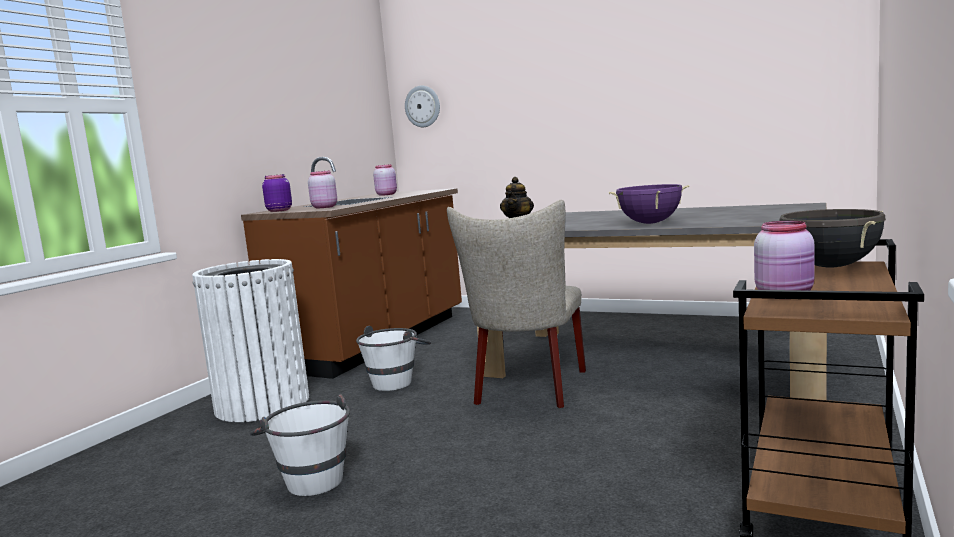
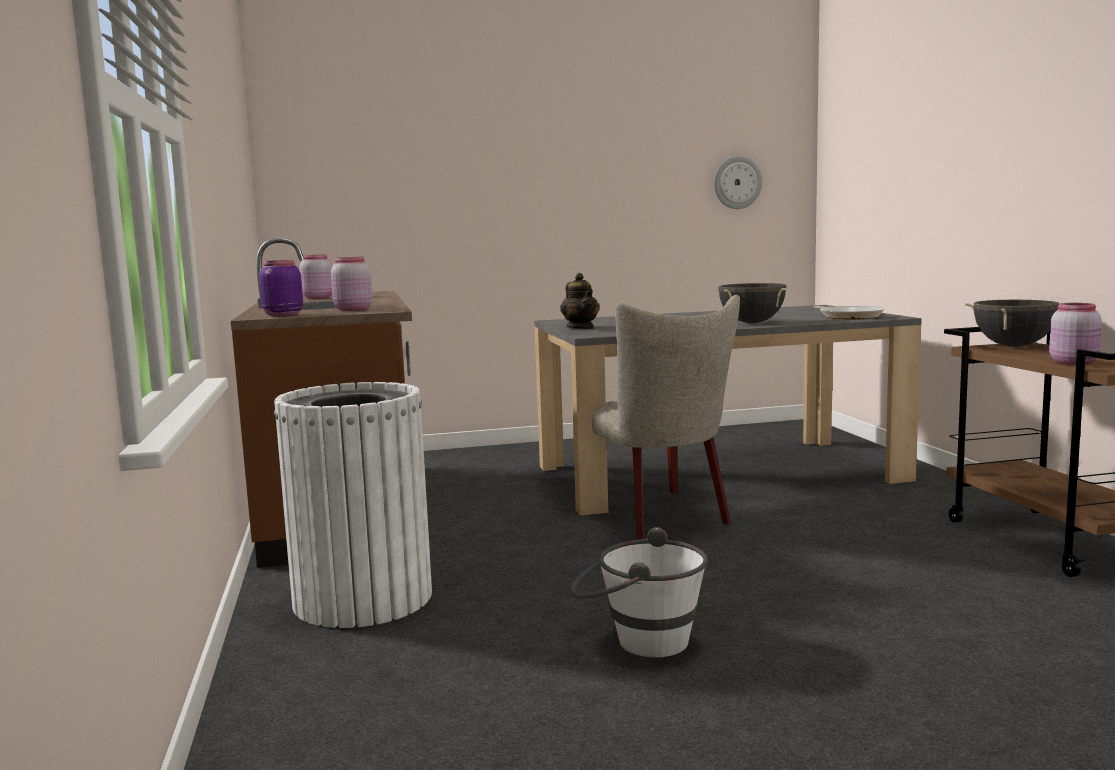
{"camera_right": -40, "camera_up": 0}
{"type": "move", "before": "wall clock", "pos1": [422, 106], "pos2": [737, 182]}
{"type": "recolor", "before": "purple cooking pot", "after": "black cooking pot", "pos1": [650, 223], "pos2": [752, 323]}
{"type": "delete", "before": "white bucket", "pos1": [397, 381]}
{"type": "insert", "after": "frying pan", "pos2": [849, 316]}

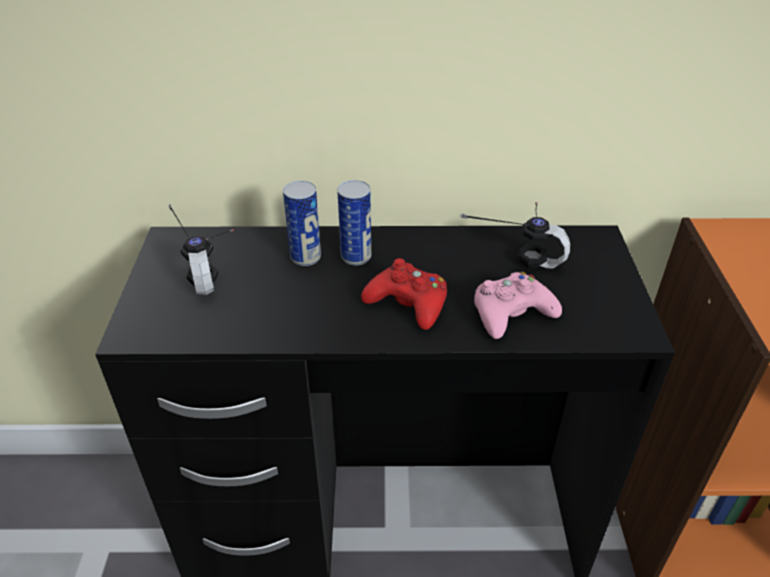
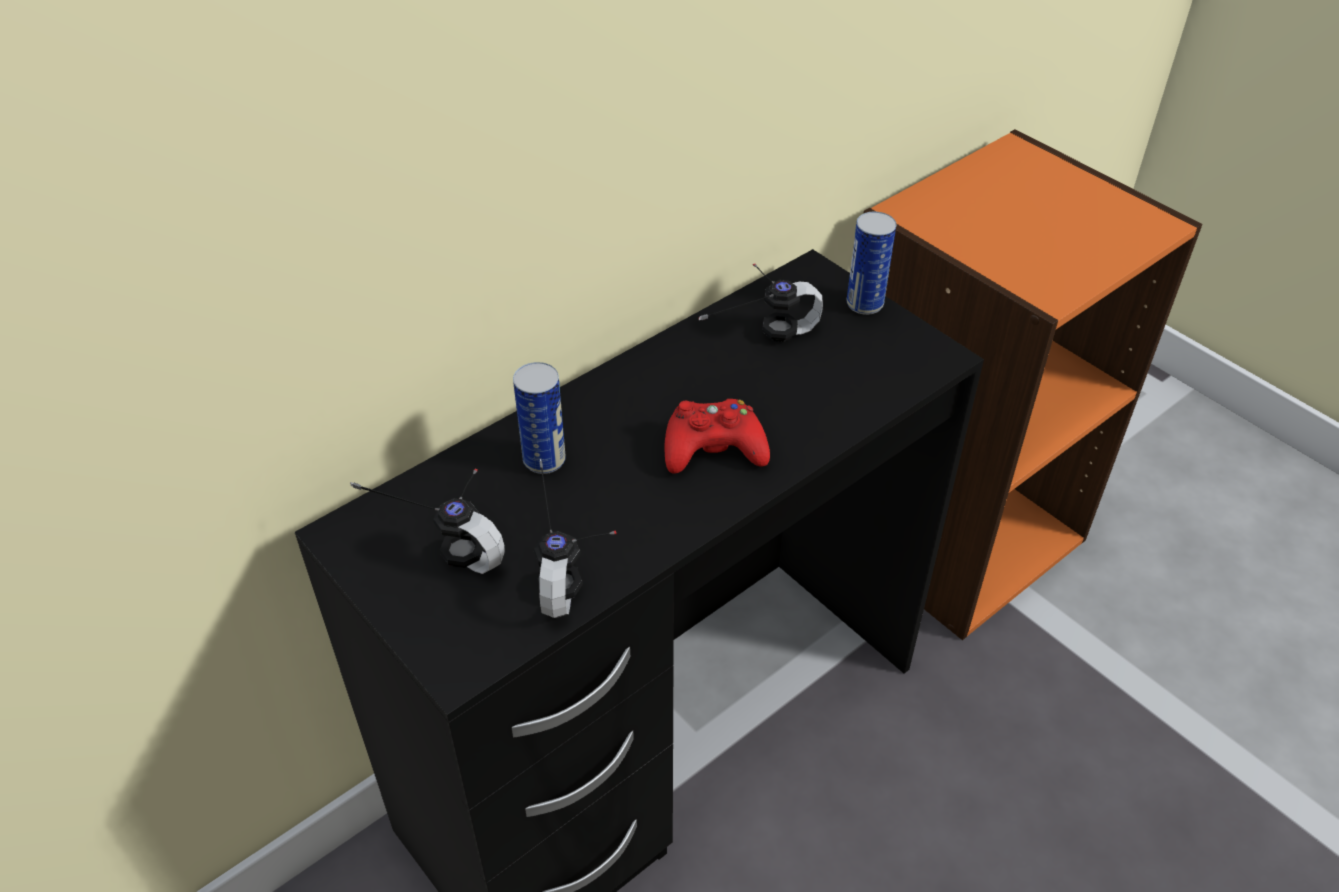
{"camera_right": -40, "camera_up": 5}
{"type": "move", "before": "can", "pos1": [356, 257], "pos2": [864, 304]}
{"type": "delete", "before": "pink game controller", "pos1": [511, 313]}
{"type": "insert", "after": "headphones", "pos2": [577, 568]}

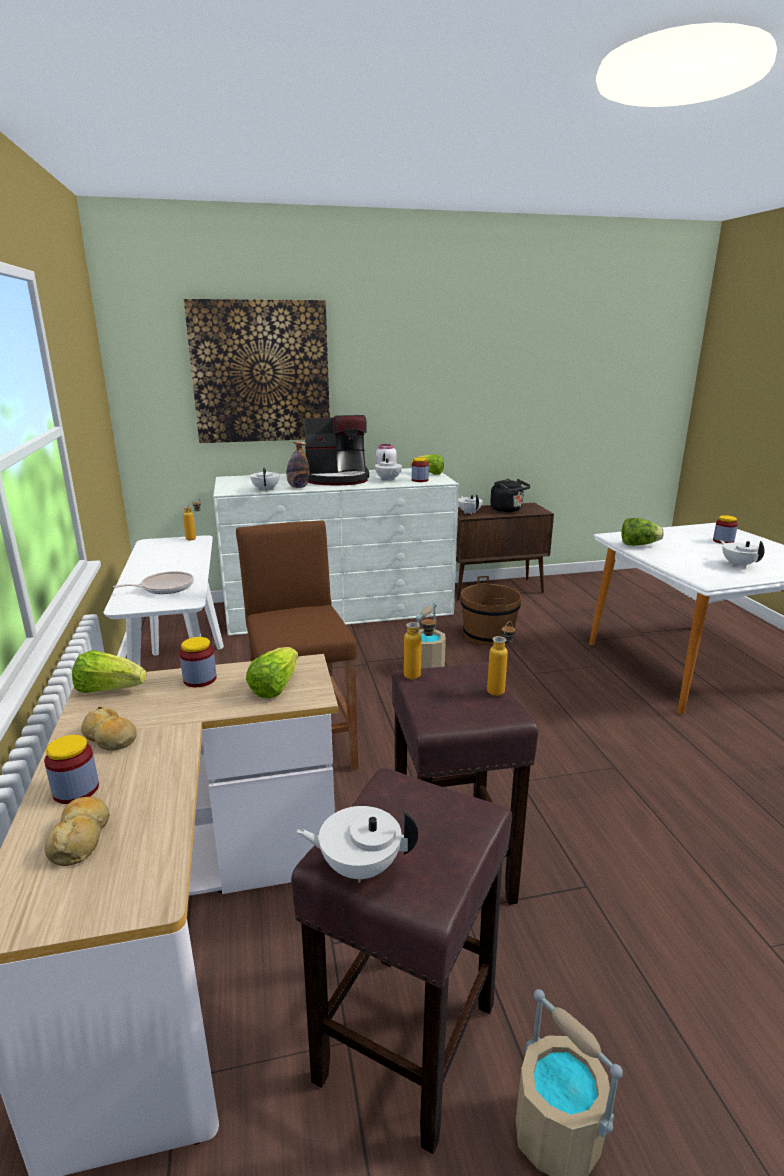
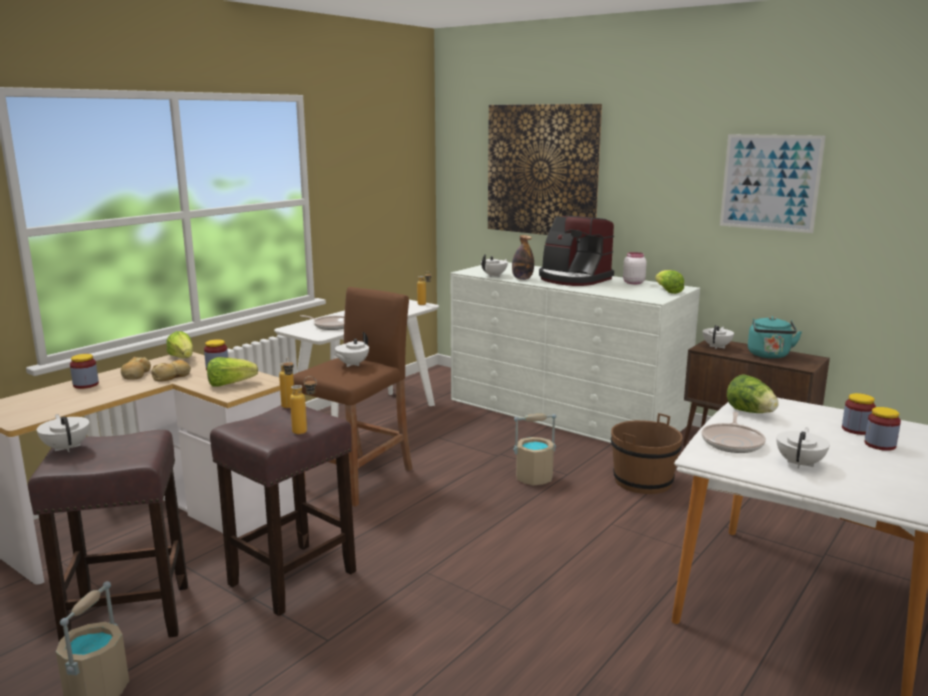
{"camera_right": 50, "camera_up": -5}
{"type": "move", "before": "white teapot", "pos1": [388, 480], "pos2": [352, 364]}
{"type": "move", "before": "jar", "pos1": [420, 480], "pos2": [856, 429]}
{"type": "recolor", "before": "black kettle", "after": "turquoise kettle", "pos1": [508, 510], "pos2": [769, 355]}
{"type": "move", "before": "bread", "pos1": [81, 838], "pos2": [172, 376]}
{"type": "insert", "after": "picture", "pos2": [770, 182]}
{"type": "insert", "after": "frying pan", "pos2": [733, 442]}

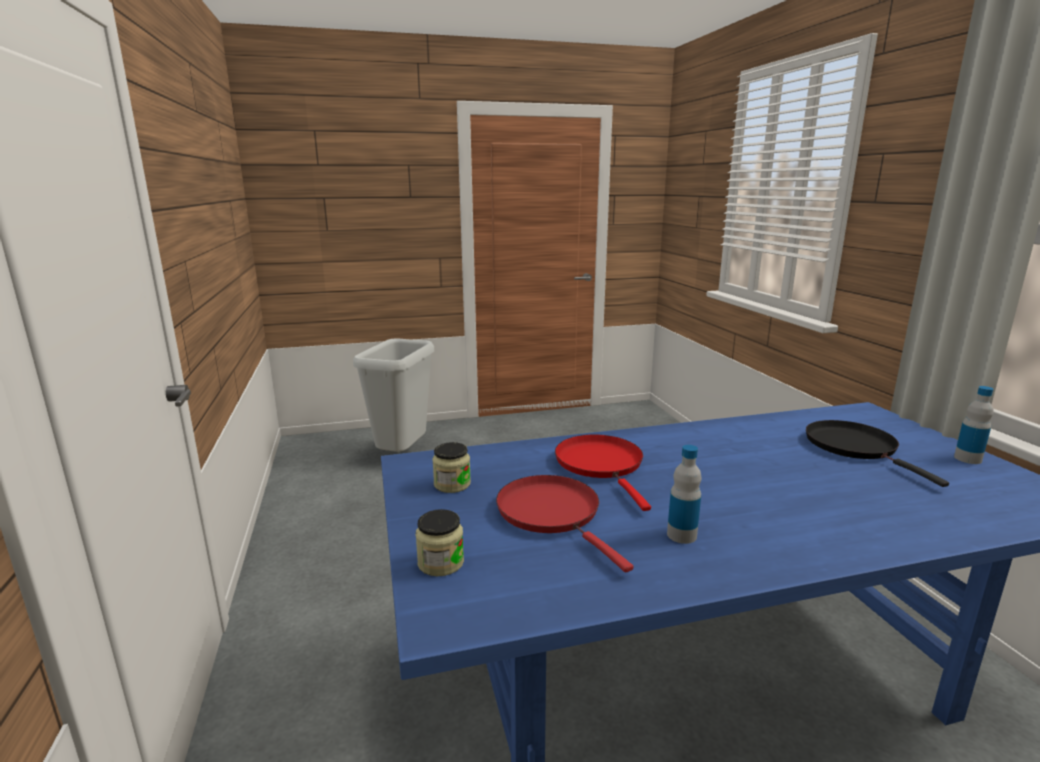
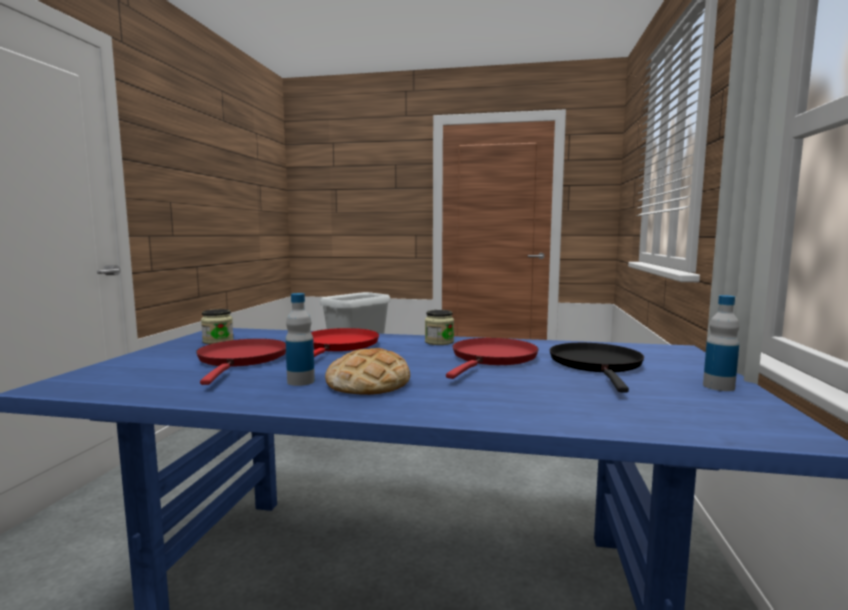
{"camera_right": 25, "camera_up": -10}
{"type": "move", "before": "jar", "pos1": [441, 563], "pos2": [439, 342]}
{"type": "insert", "after": "red frying pan", "pos2": [492, 358]}
{"type": "insert", "after": "bread", "pos2": [369, 383]}

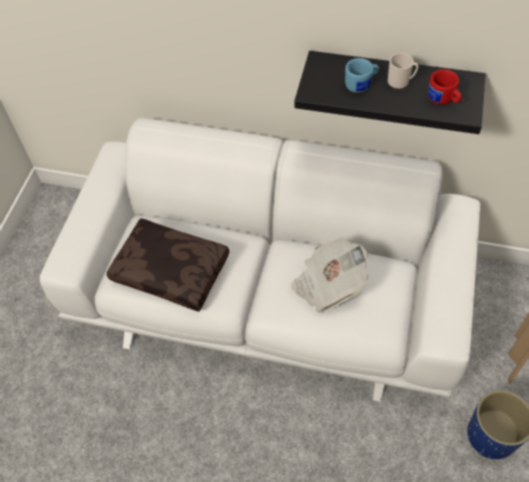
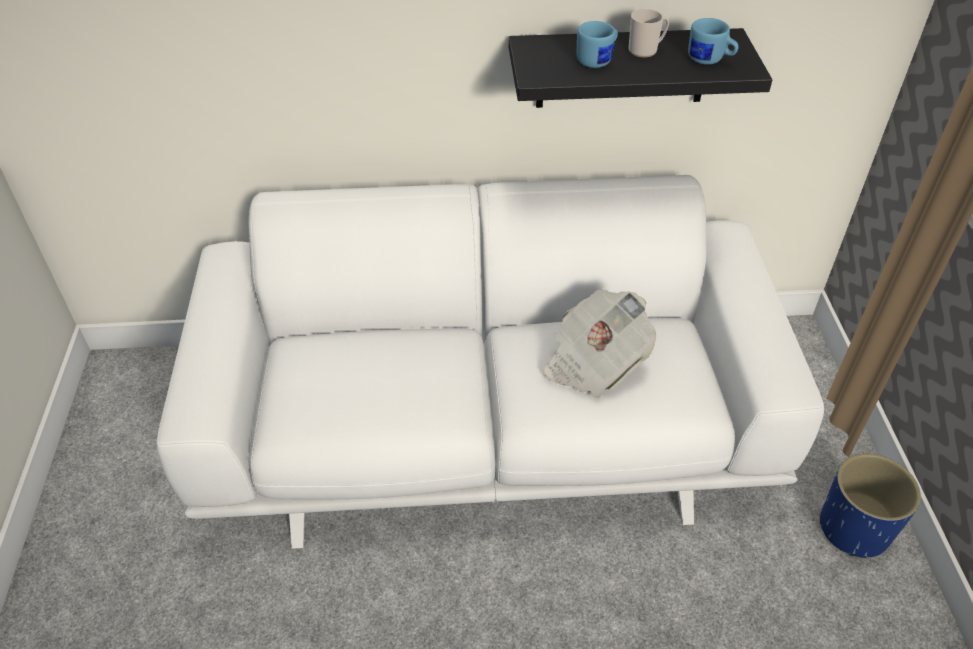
{"camera_right": -20, "camera_up": -10}
{"type": "recolor", "before": "red mug", "after": "blue mug", "pos1": [443, 100], "pos2": [710, 60]}
{"type": "delete", "before": "brown pillow", "pos1": [172, 270]}

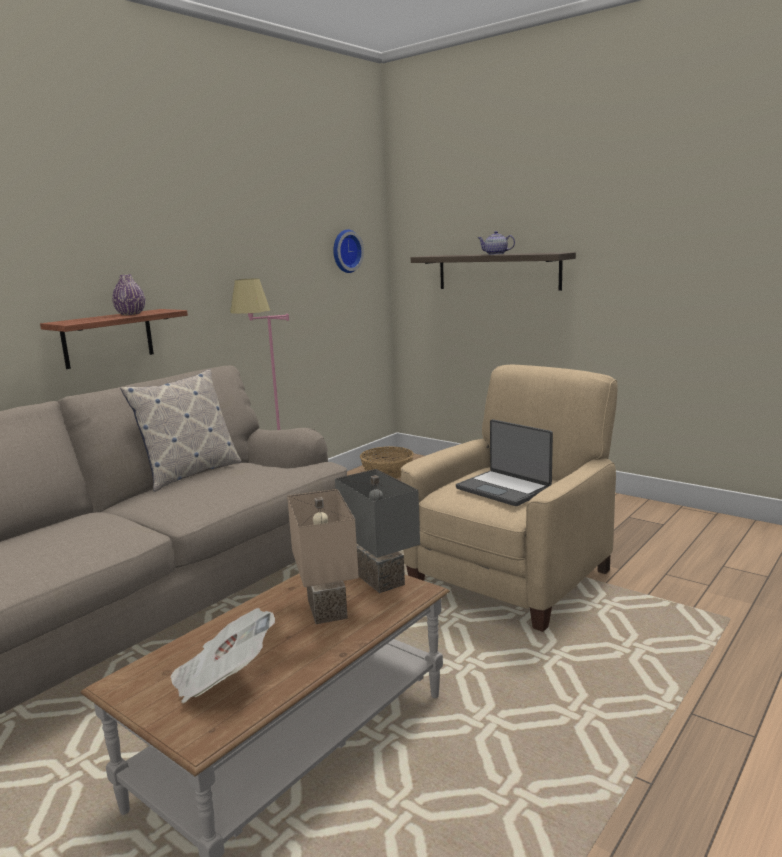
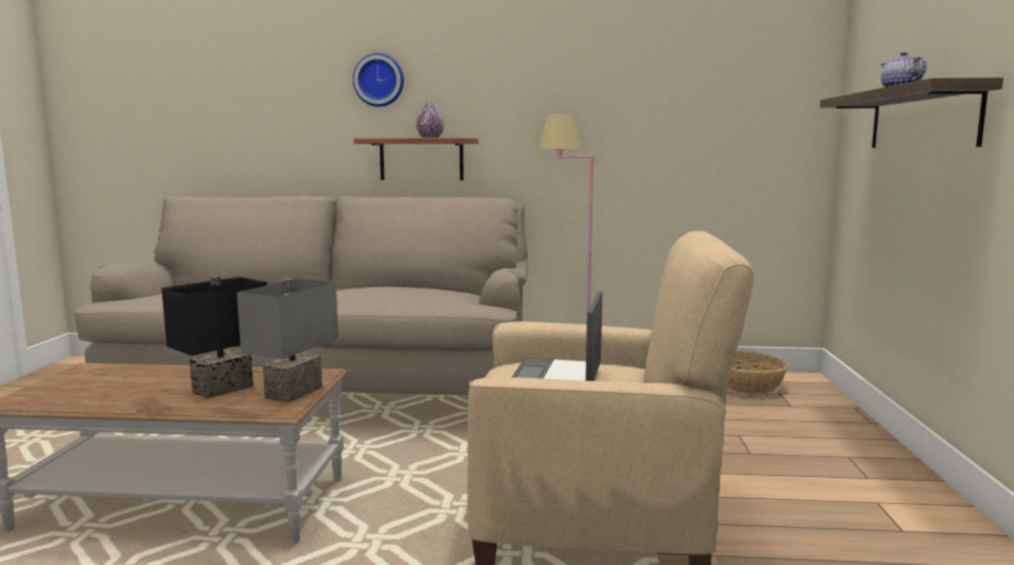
{"camera_right": 55, "camera_up": -5}
{"type": "move", "before": "wall clock", "pos1": [345, 251], "pos2": [379, 80]}
{"type": "delete", "before": "pillow", "pos1": [190, 473]}
{"type": "recolor", "before": "beige table lamp", "after": "black table lamp", "pos1": [330, 608], "pos2": [223, 390]}
{"type": "delete", "before": "newspaper", "pos1": [223, 678]}

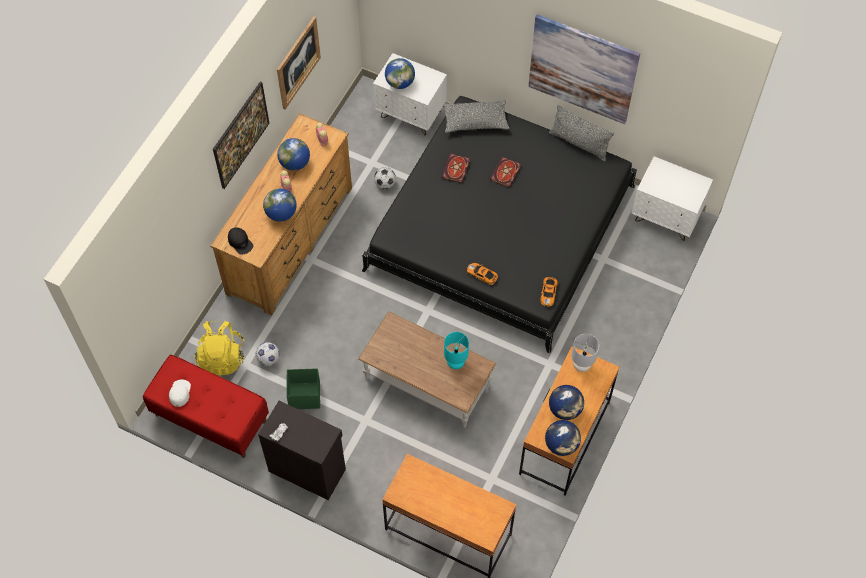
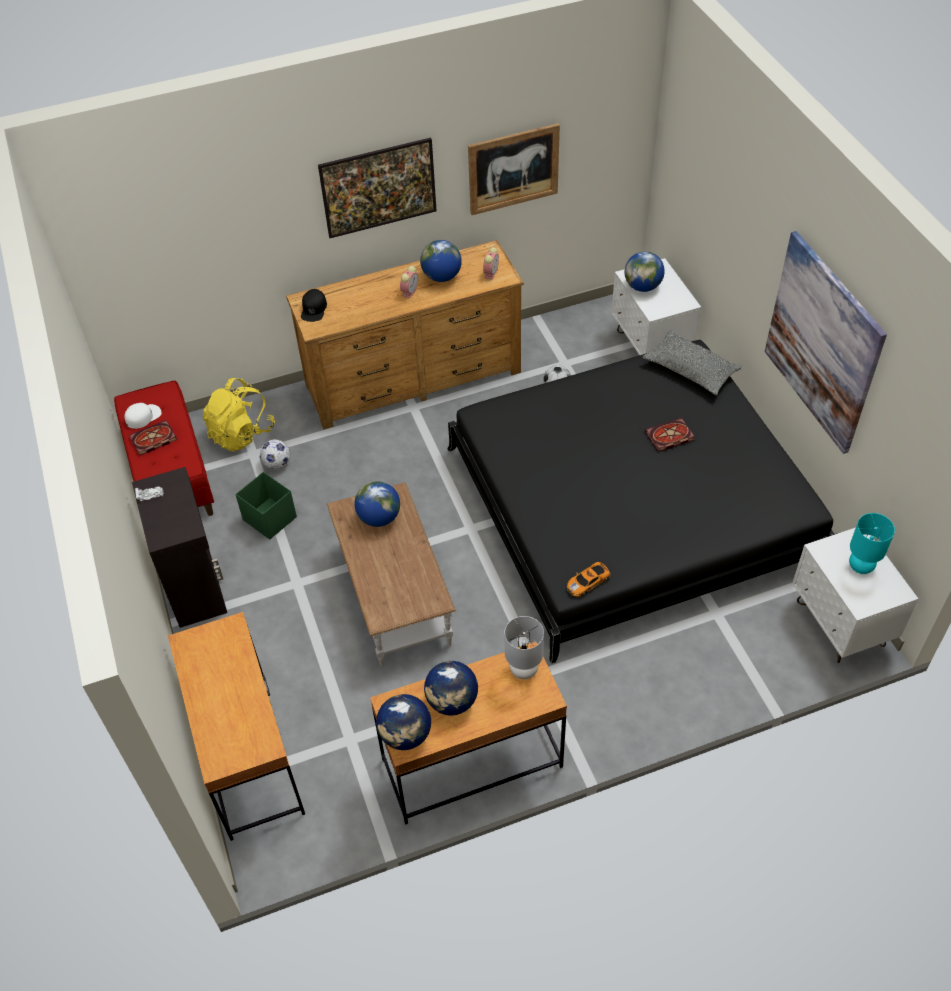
{"camera_right": 45, "camera_up": -10}
{"type": "delete", "before": "grey pillow", "pos1": [579, 143]}
{"type": "move", "before": "book", "pos1": [456, 170], "pos2": [152, 440]}
{"type": "move", "before": "globe", "pos1": [281, 213], "pos2": [379, 518]}
{"type": "delete", "before": "toy car", "pos1": [482, 275]}
{"type": "move", "before": "turquoise table lamp", "pos1": [455, 362], "pos2": [861, 566]}

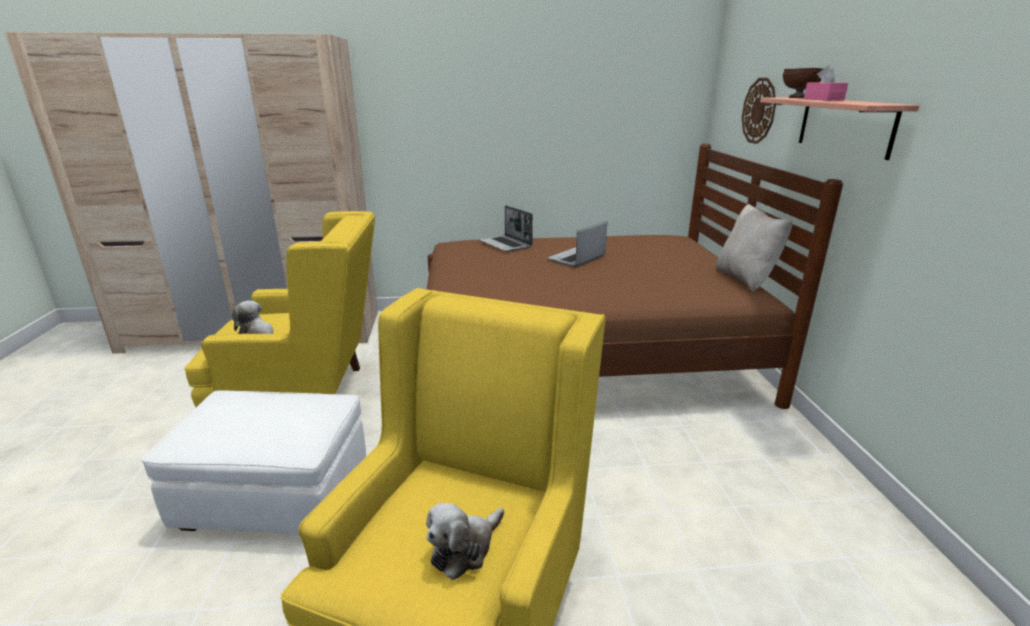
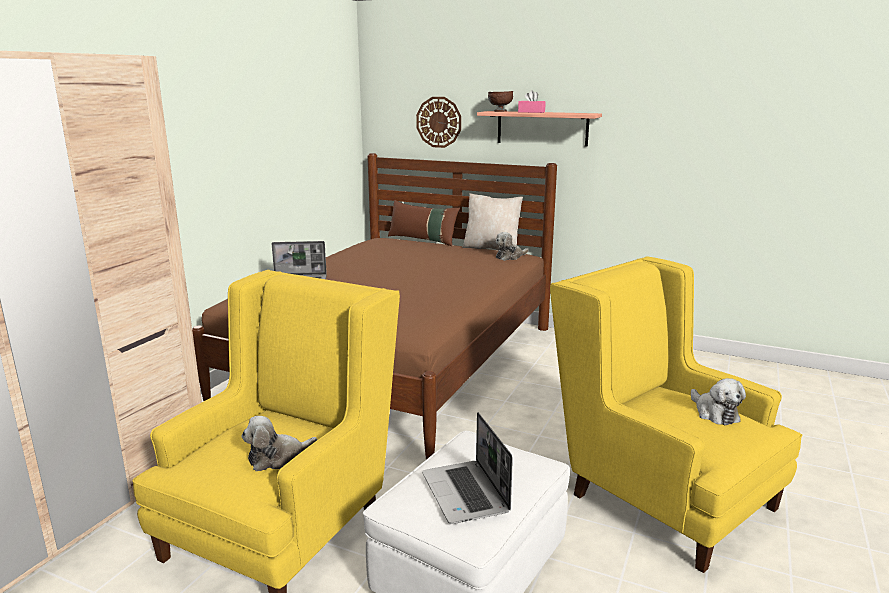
{"camera_right": -60, "camera_up": -5}
{"type": "move", "before": "laptop", "pos1": [576, 258], "pos2": [466, 493]}
{"type": "insert", "after": "brown pillow", "pos2": [423, 240]}
{"type": "insert", "after": "plush toy", "pos2": [510, 257]}

